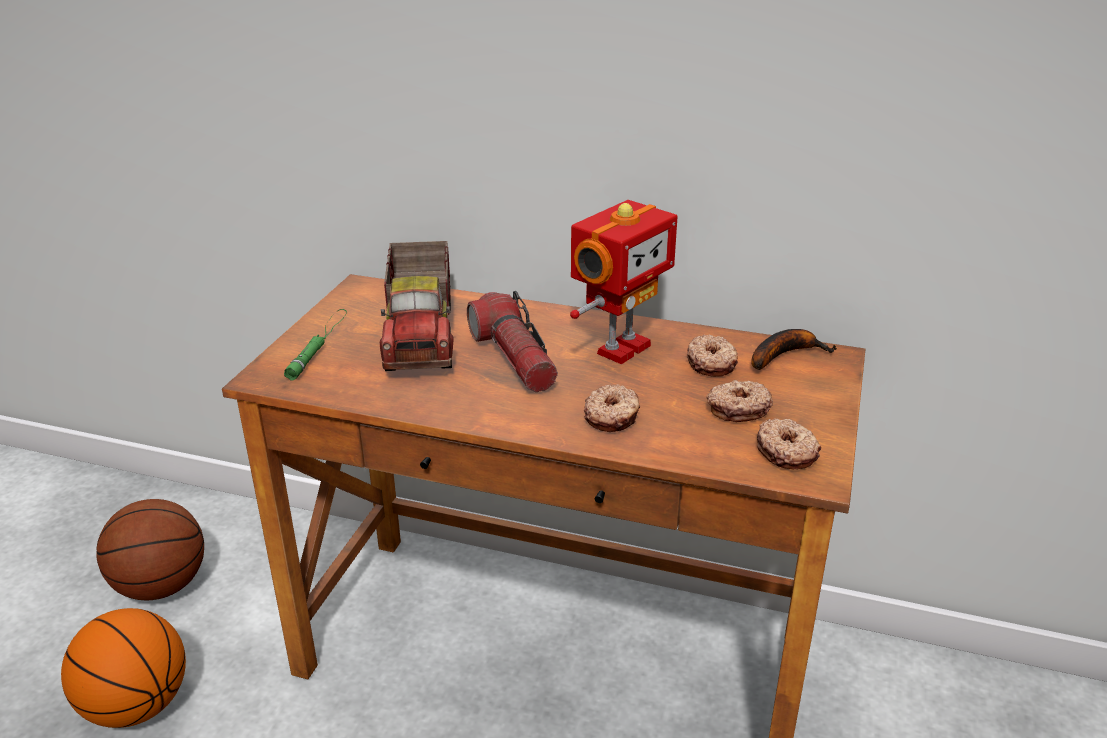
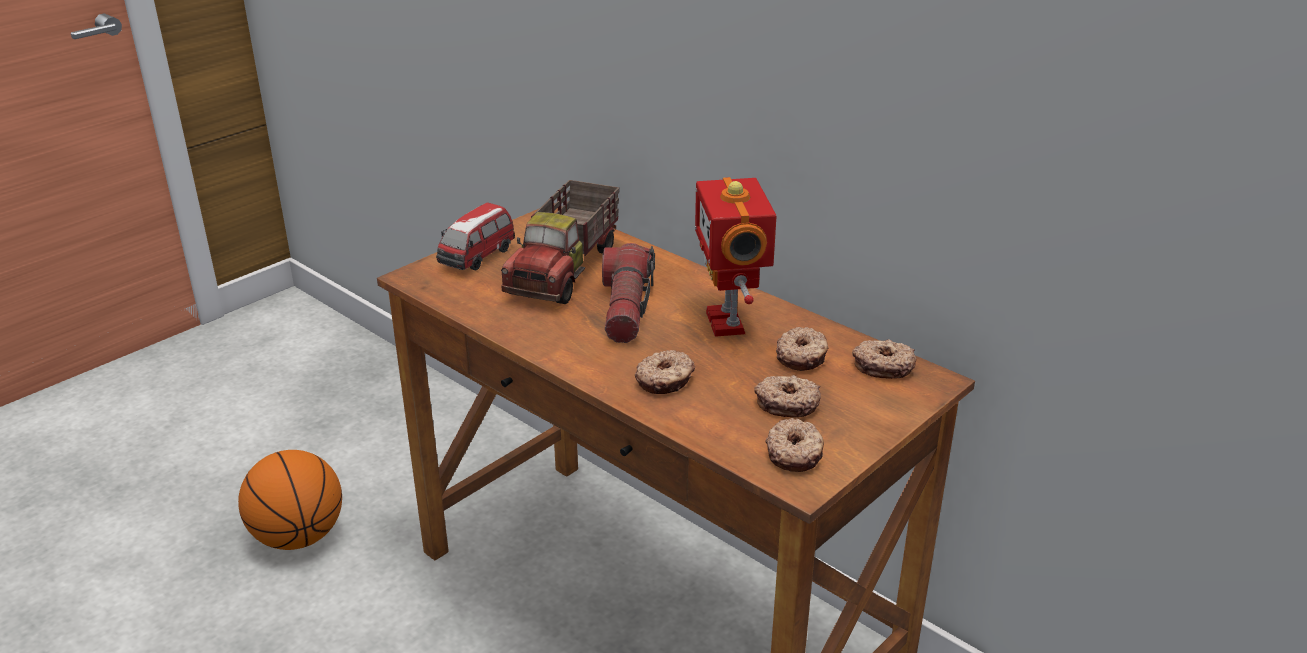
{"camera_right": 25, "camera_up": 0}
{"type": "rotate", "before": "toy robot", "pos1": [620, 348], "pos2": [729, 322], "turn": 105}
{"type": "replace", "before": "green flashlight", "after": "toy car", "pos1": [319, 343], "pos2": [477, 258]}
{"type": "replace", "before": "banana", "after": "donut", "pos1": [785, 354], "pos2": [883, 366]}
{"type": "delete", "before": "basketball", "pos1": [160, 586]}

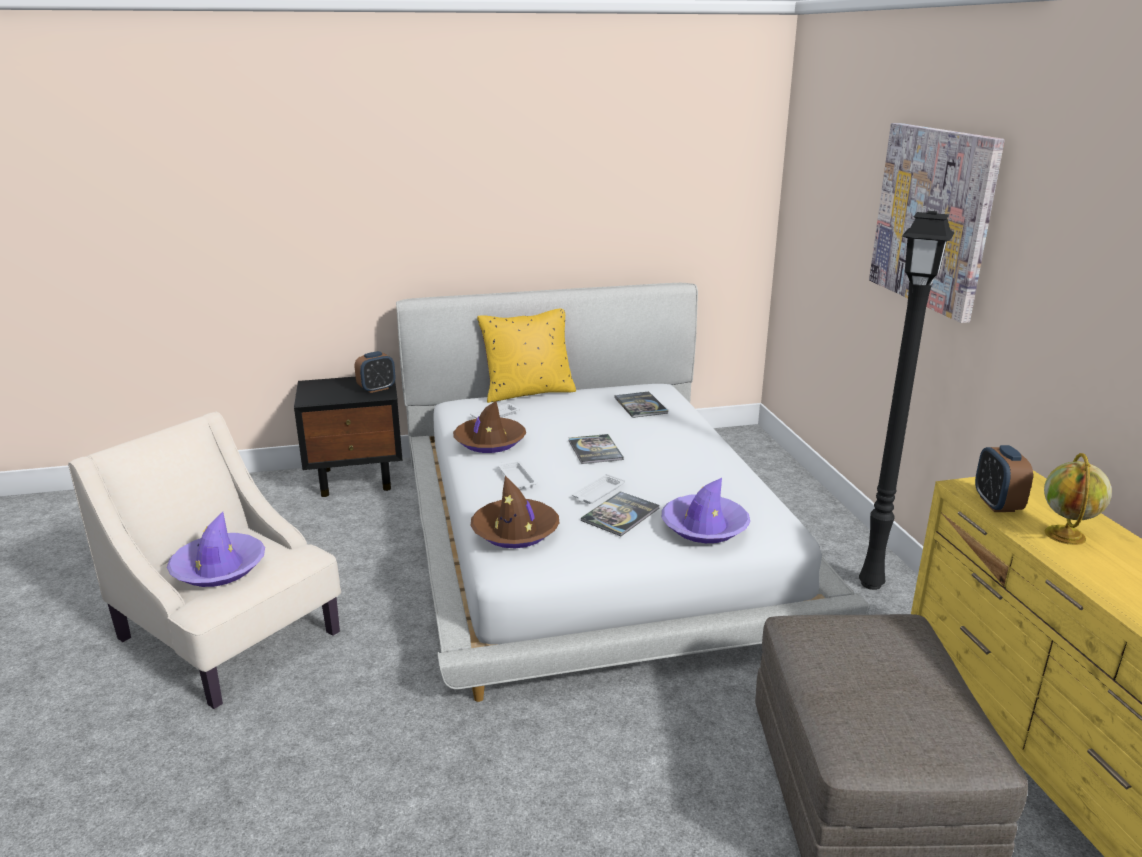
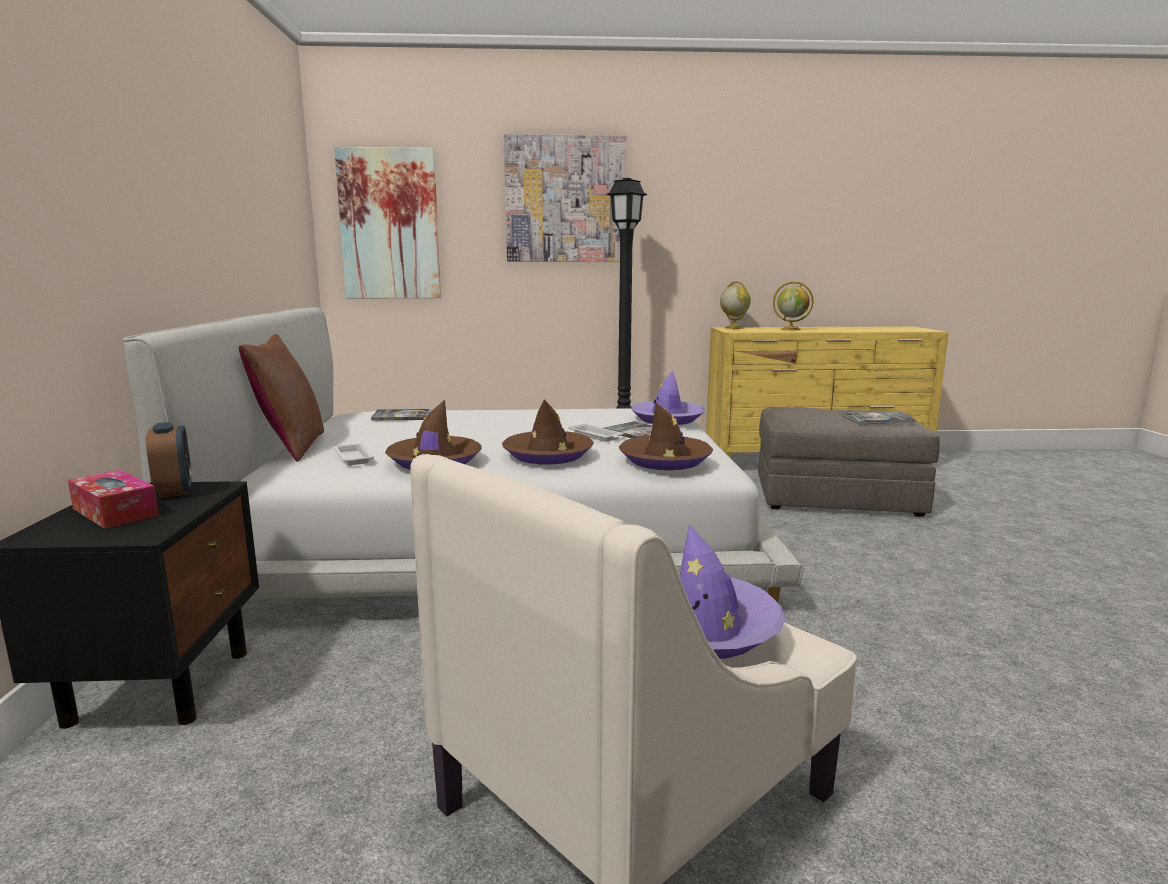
{"camera_right": -80, "camera_up": -10}
{"type": "recolor", "before": "yellow pillow", "after": "brown pillow", "pos1": [528, 392], "pos2": [291, 447]}
{"type": "move", "before": "book", "pos1": [595, 450], "pos2": [878, 419]}
{"type": "delete", "before": "alarm clock", "pos1": [996, 504]}
{"type": "replace", "before": "white tray", "after": "brown hat", "pos1": [517, 479], "pos2": [548, 455]}
{"type": "insert", "after": "picture", "pos2": [389, 224]}
{"type": "insert", "after": "globe", "pos2": [733, 328]}
{"type": "insert", "after": "tissue box", "pos2": [115, 512]}

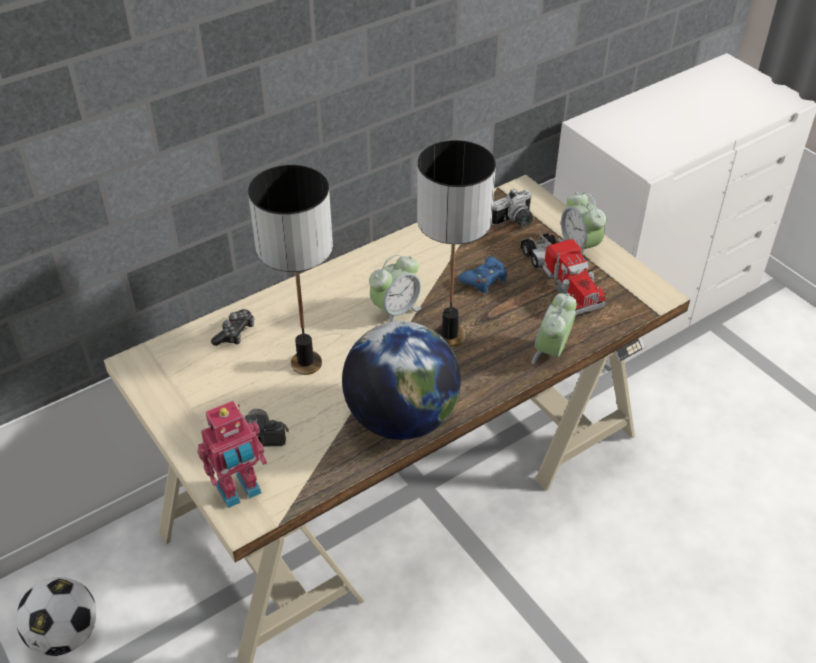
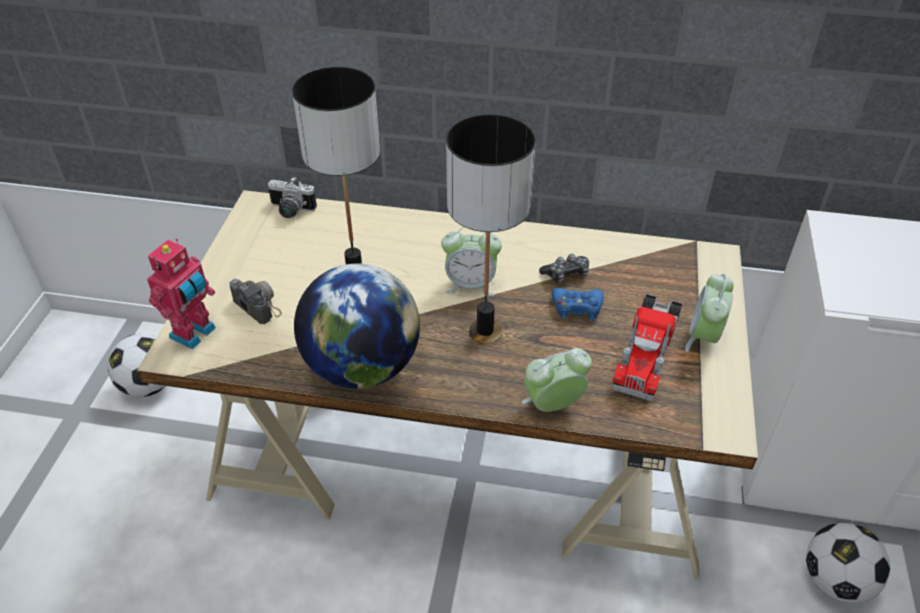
{"camera_right": 45, "camera_up": 0}
{"type": "move", "before": "photo camera", "pos1": [514, 221], "pos2": [290, 210]}
{"type": "move", "before": "game controller", "pos1": [235, 333], "pos2": [566, 274]}
{"type": "rotate", "before": "toy robot", "pos1": [239, 491], "pos2": [195, 334], "turn": -75}
{"type": "insert", "after": "football", "pos2": [835, 581]}

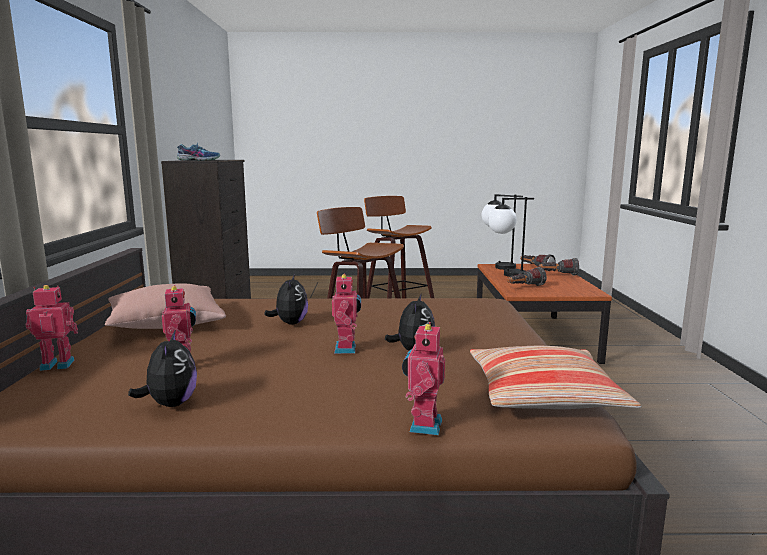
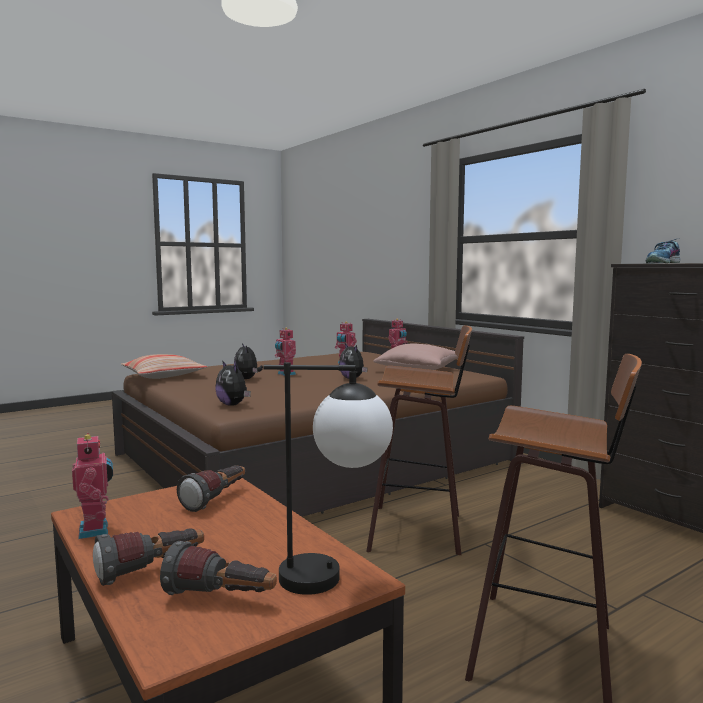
{"camera_right": 145, "camera_up": -5}
{"type": "delete", "before": "table lamp", "pos1": [505, 275]}
{"type": "move", "before": "toy robot", "pos1": [423, 425], "pos2": [96, 530]}
{"type": "move", "before": "plush toy", "pos1": [170, 404], "pos2": [233, 405]}

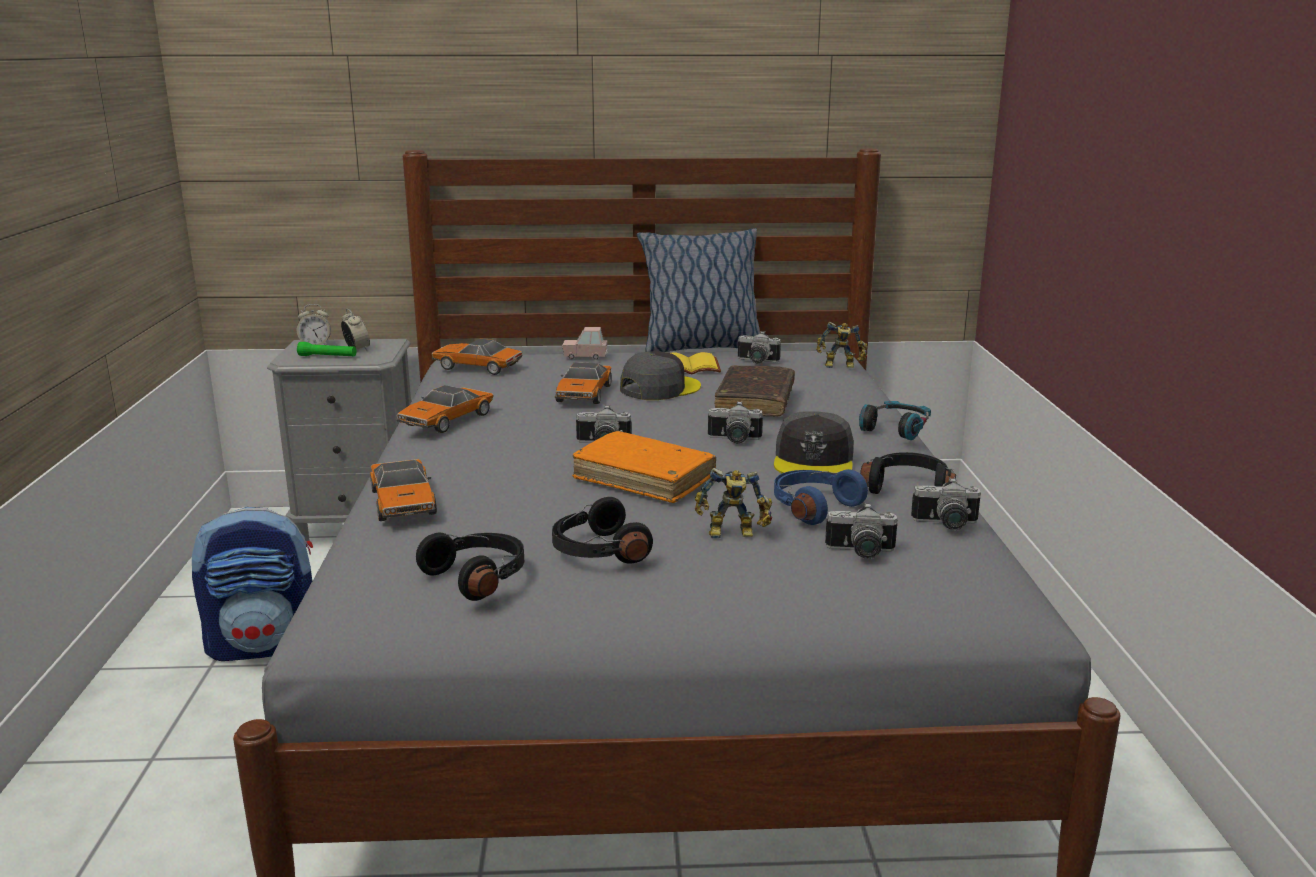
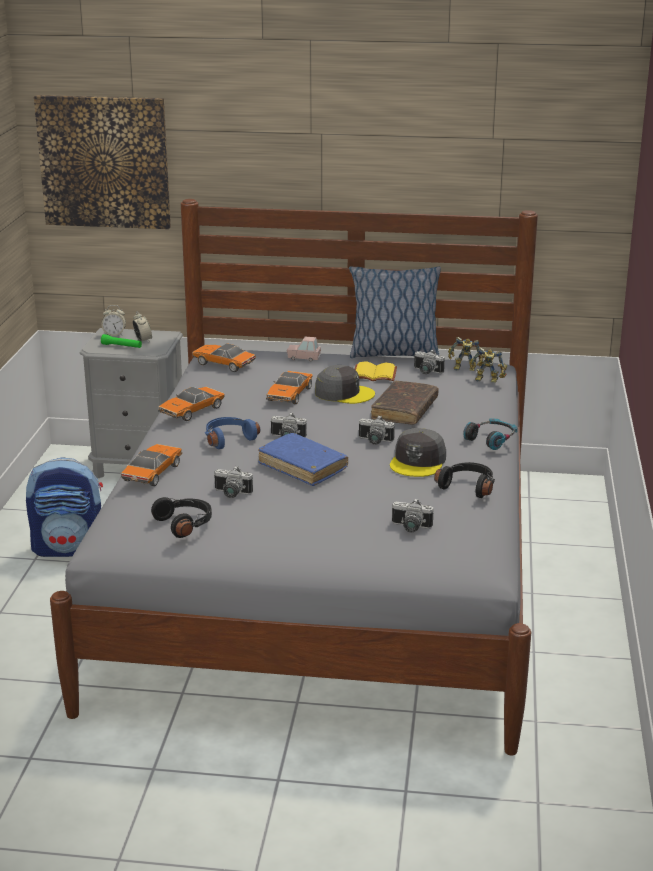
{"camera_right": 10, "camera_up": 5}
{"type": "rotate", "before": "grey cap", "pos1": [659, 388], "pos2": [344, 393], "turn": 45}
{"type": "recolor", "before": "orange book", "after": "blue book", "pos1": [644, 479], "pos2": [302, 467]}
{"type": "rotate", "before": "toy car", "pos1": [403, 503], "pos2": [152, 472], "turn": -150}
{"type": "move", "before": "toy robot", "pos1": [733, 534], "pos2": [465, 369]}
{"type": "move", "before": "blue headphones", "pos1": [812, 507], "pos2": [228, 439]}
{"type": "move", "before": "photo camera", "pos1": [946, 524], "pos2": [231, 494]}
{"type": "delete", "before": "black headphones", "pos1": [597, 551]}
{"type": "insert", "after": "picture", "pos2": [104, 162]}

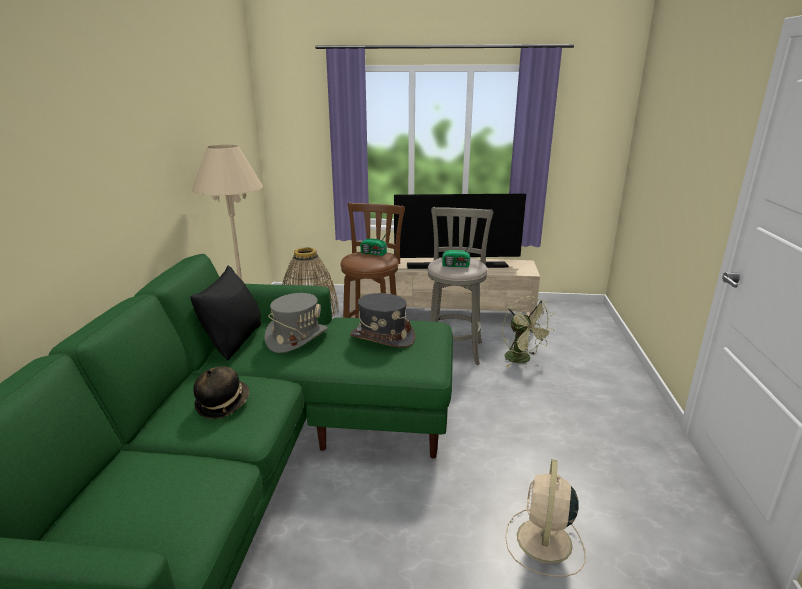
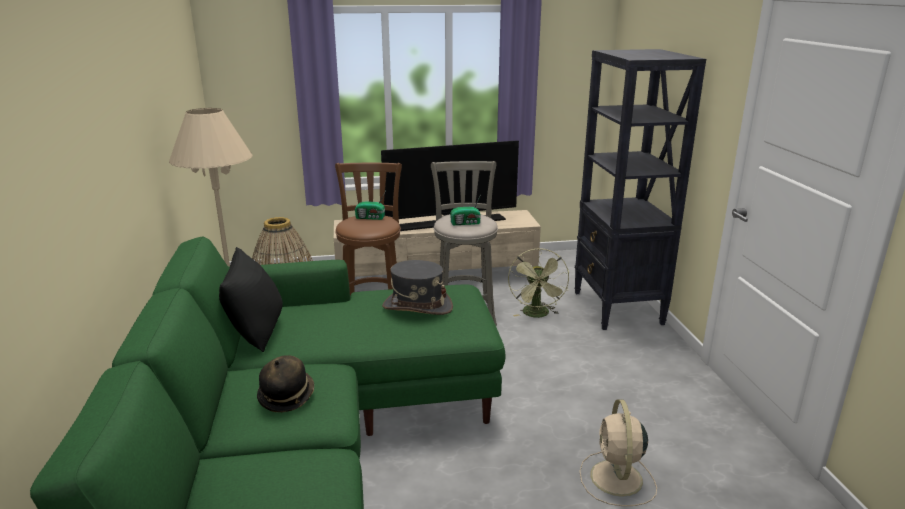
{"camera_right": -15, "camera_up": 0}
{"type": "delete", "before": "grey hat", "pos1": [297, 338]}
{"type": "rotate", "before": "green fan", "pos1": [522, 360], "pos2": [537, 315], "turn": 45}
{"type": "insert", "after": "black bookcase", "pos2": [617, 308]}

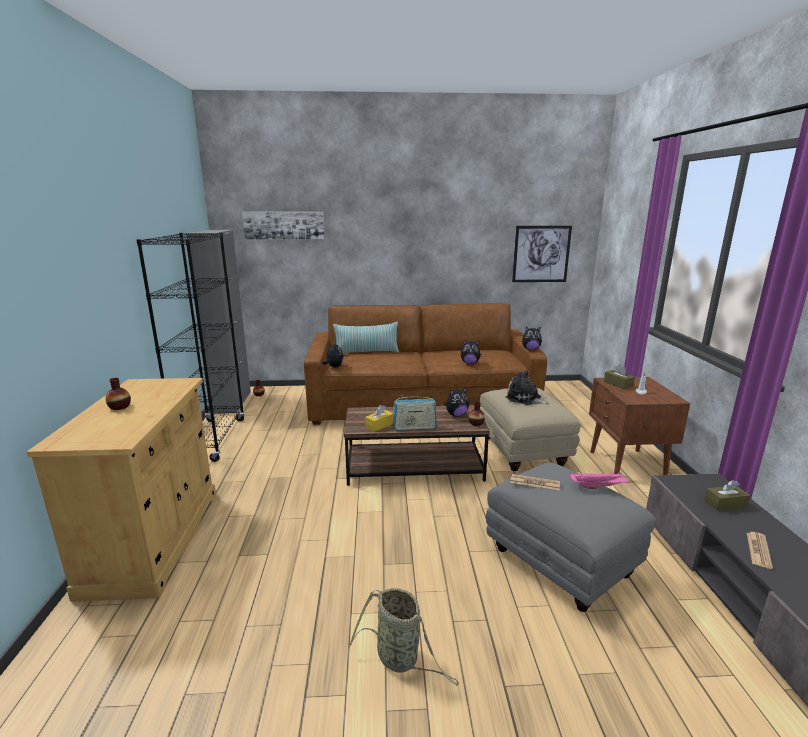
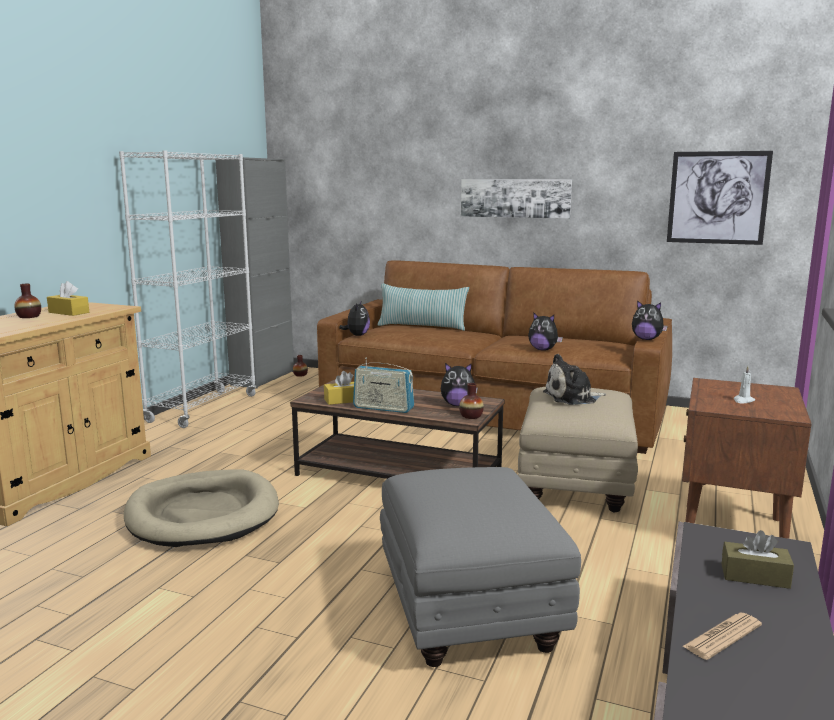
{"camera_right": 25, "camera_up": -5}
{"type": "move", "before": "picture", "pos1": [284, 225], "pos2": [515, 198]}
{"type": "recolor", "before": "black bookcase", "after": "white bookcase", "pos1": [212, 439], "pos2": [203, 408]}
{"type": "delete", "before": "brown tissue box", "pos1": [618, 384]}
{"type": "rotate", "before": "plush toy", "pos1": [525, 399], "pos2": [572, 398], "turn": -75}
{"type": "delete", "before": "pink tray", "pos1": [598, 487]}
{"type": "delete", "before": "newspaper", "pos1": [534, 483]}
{"type": "delete", "before": "basket", "pos1": [400, 659]}
{"type": "insert", "after": "yellow tissue box", "pos2": [69, 312]}
{"type": "insert", "after": "beige dog bed", "pos2": [203, 514]}

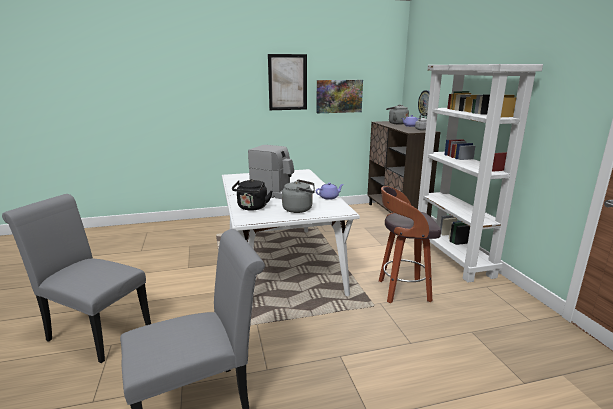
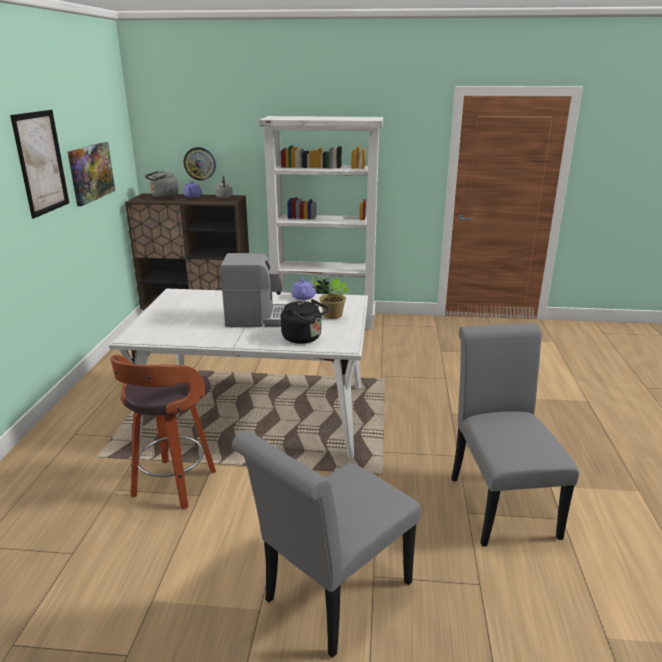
{"camera_right": -70, "camera_up": 5}
{"type": "rotate", "before": "coffee machine", "pos1": [277, 193], "pos2": [259, 319], "turn": 45}
{"type": "replace", "before": "grey kettle", "after": "potted plant", "pos1": [299, 209], "pos2": [331, 316]}
{"type": "move", "before": "stool", "pos1": [402, 291], "pos2": [173, 485]}

